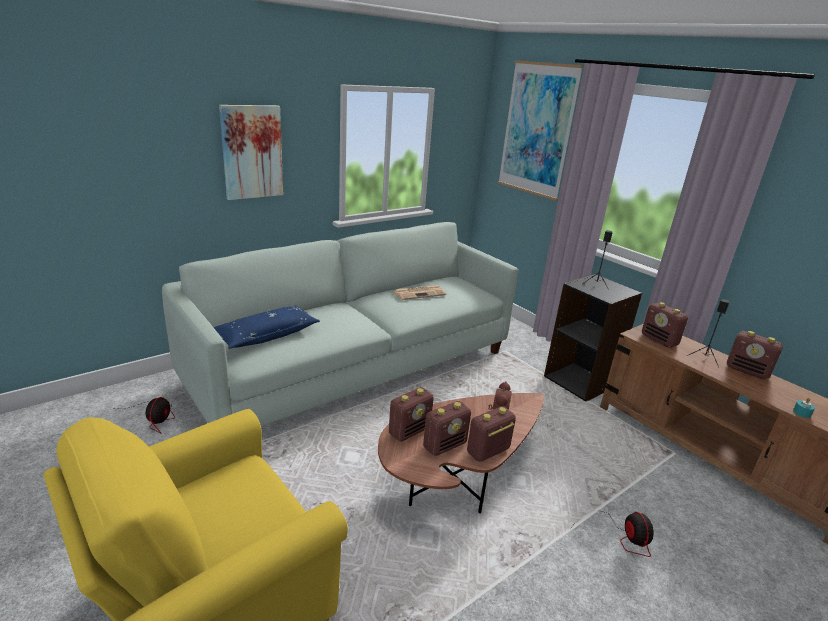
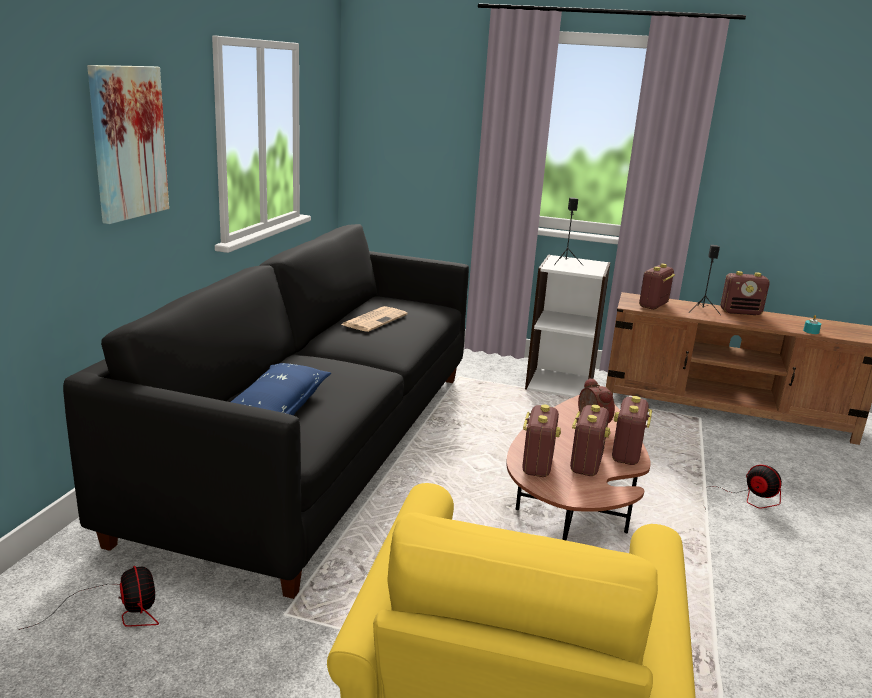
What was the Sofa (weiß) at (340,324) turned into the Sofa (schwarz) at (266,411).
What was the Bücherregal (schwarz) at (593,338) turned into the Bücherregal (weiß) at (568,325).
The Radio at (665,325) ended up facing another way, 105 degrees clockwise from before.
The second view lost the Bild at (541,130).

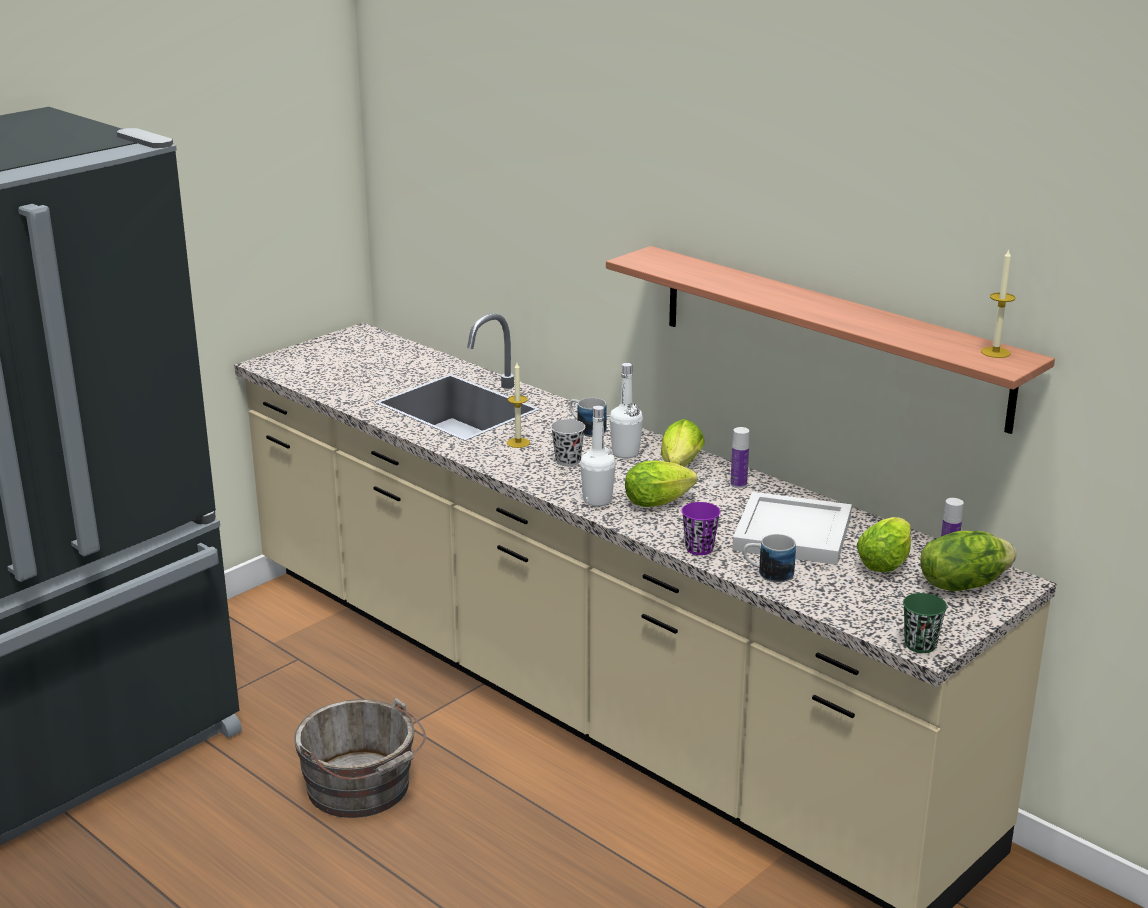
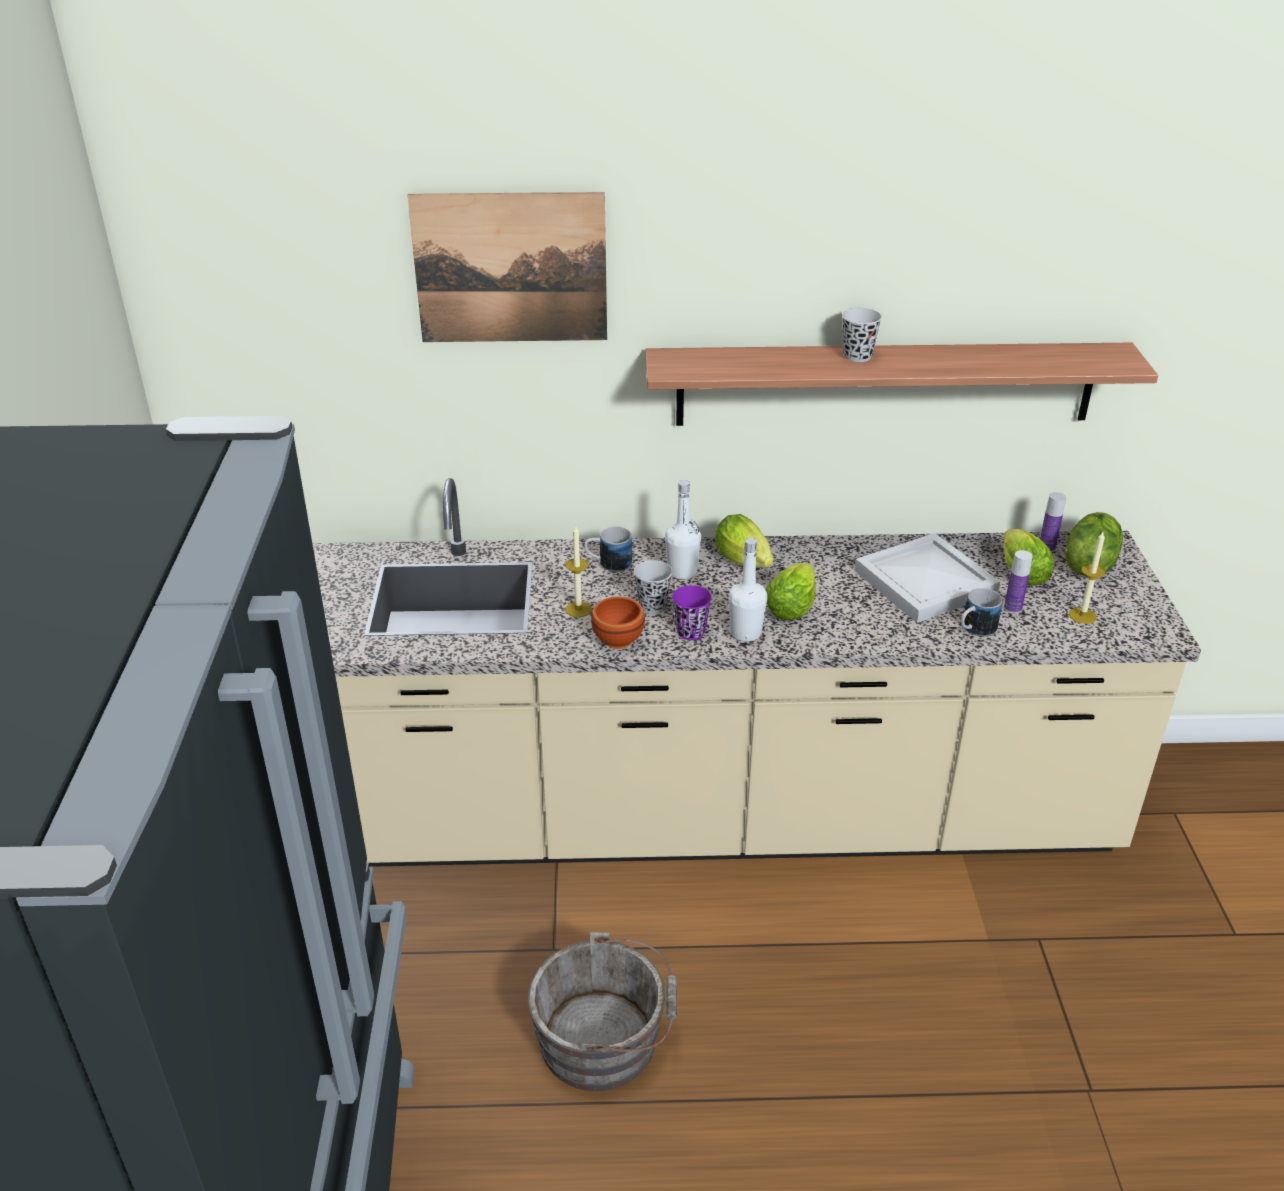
The second view gained the Bild at (507,267).
The second view gained the Schüssel (braun) at (618,622).
The Tasse (lila) ended up elsewhere, having gone from (701,528) to (692,612).
The second view gained the Tasse (schwarz) at (862,335).
The Flasche ended up elsewhere, having gone from (739,457) to (1018,582).
The Kerze ended up elsewhere, having gone from (998,303) to (1087,578).
The second view lost the Tasse (grün) at (925,623).

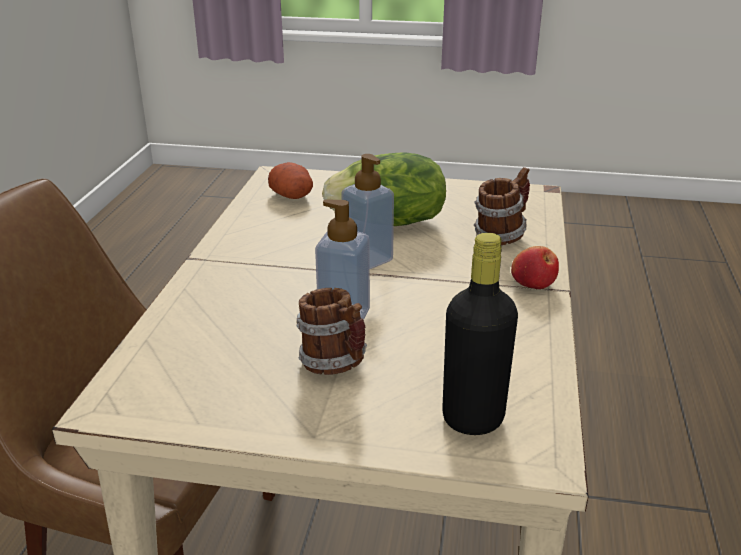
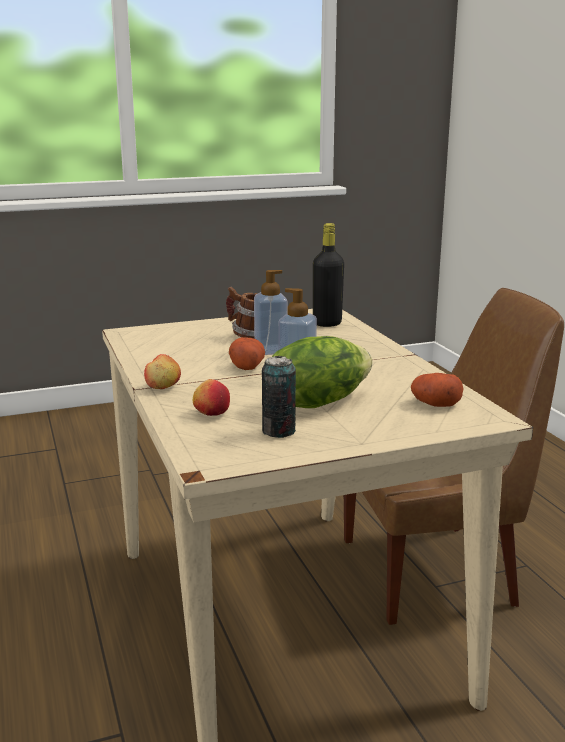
Where the Henkelbecher stood at (502,206), the Apfel came to stand at (211,397).
The second view gained the Kartoffel at (247,353).
The second view gained the Dose at (279,397).
The Flasche (schwarz) ended up elsewhere, having gone from (480,334) to (328,275).

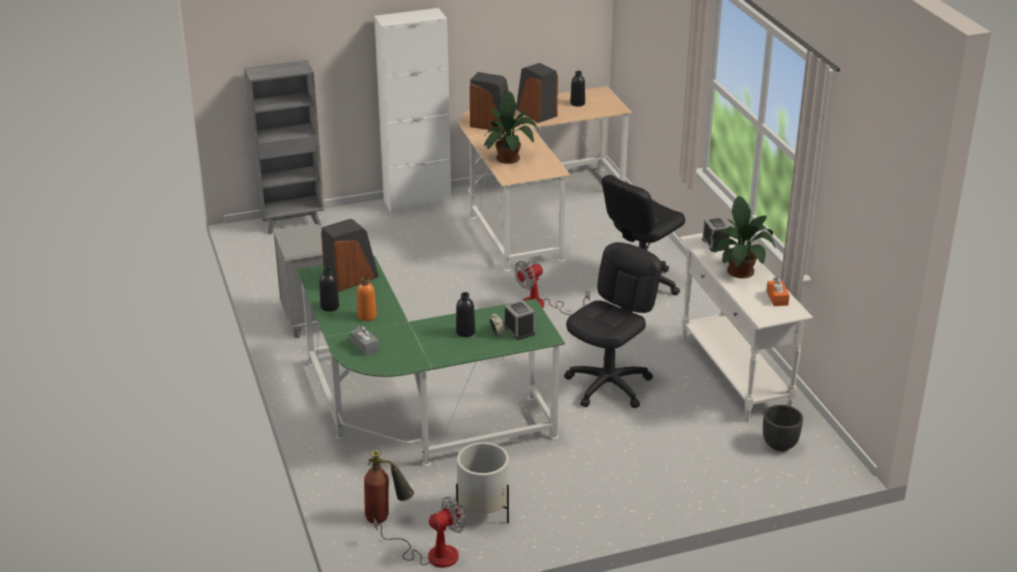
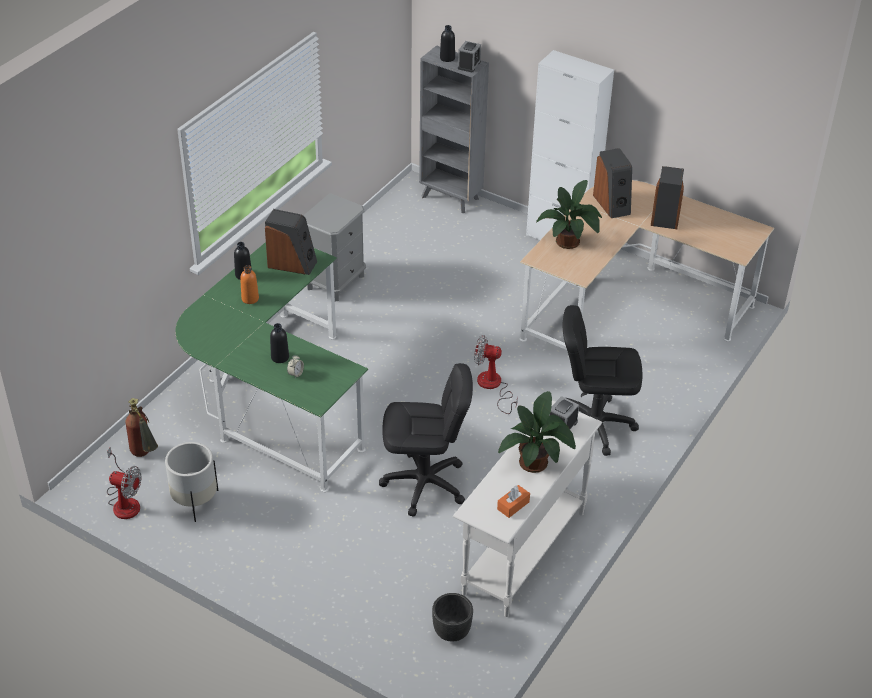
The Flasche (schwarz) ended up elsewhere, having gone from (577,88) to (447,43).
The Wecker ended up elsewhere, having gone from (519,320) to (469,56).
The second view lost the Taschentuchbox (grau) at (364,340).

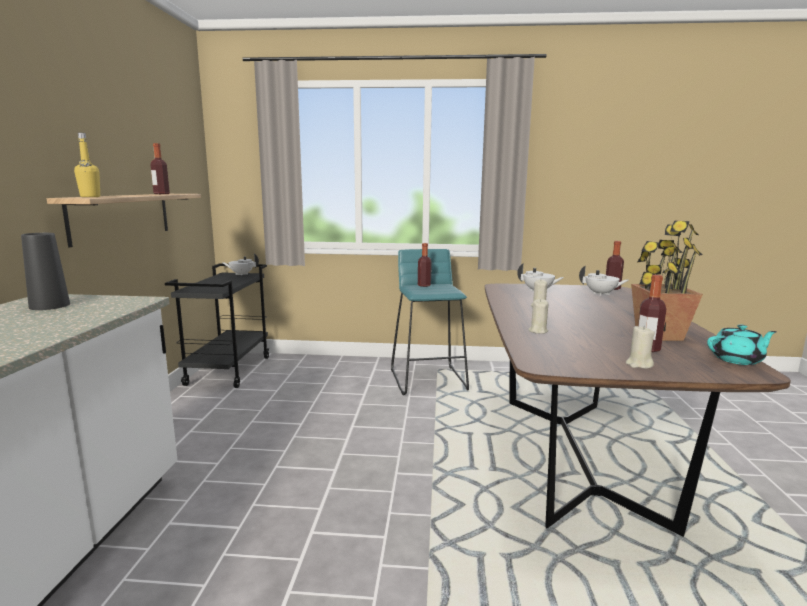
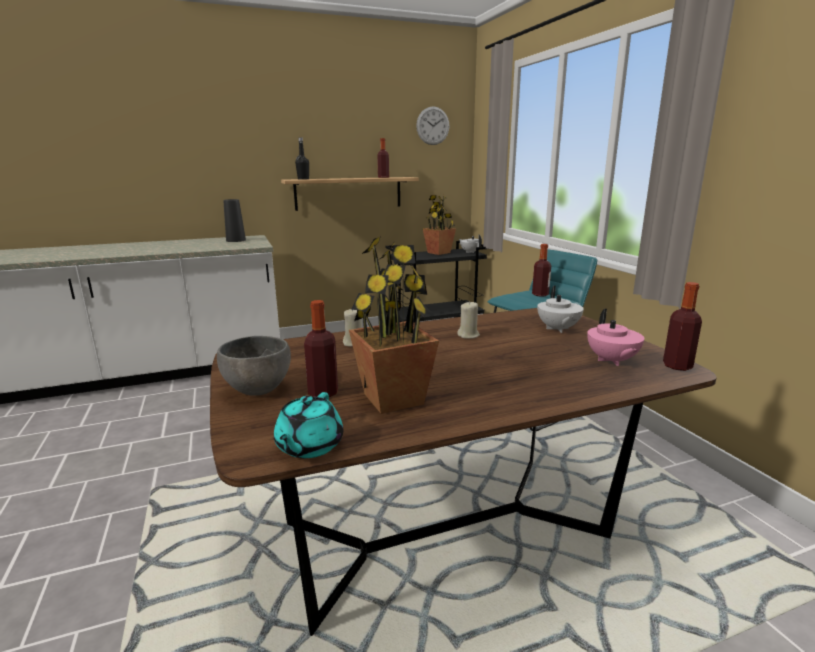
Where the Kerze (beige) stood at (640,347), the Schüssel (grau) came to stand at (254,366).
The Teekanne (türkis) at (742,344) ended up facing another way, 45 degrees clockwise from before.
What was the Flasche (gelb) at (87,165) turned into the Flasche (schwarz) at (302,158).
The second view gained the Wanduhr at (432,125).
The second view gained the Topfpflanze at (439,224).
What was the Teekanne (weiß) at (604,280) turned into the Teekanne (rosa) at (615,337).

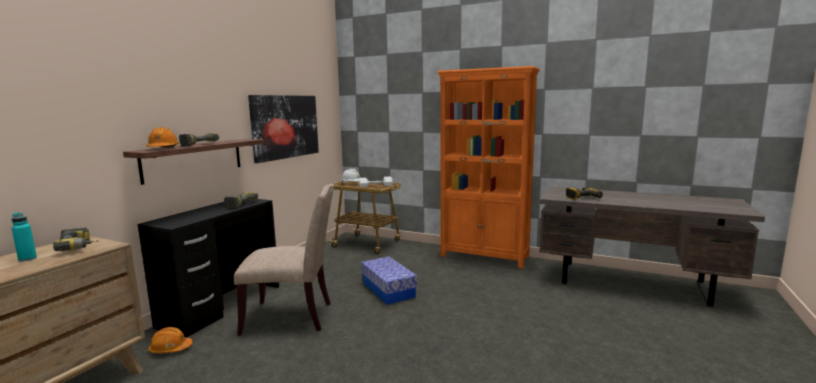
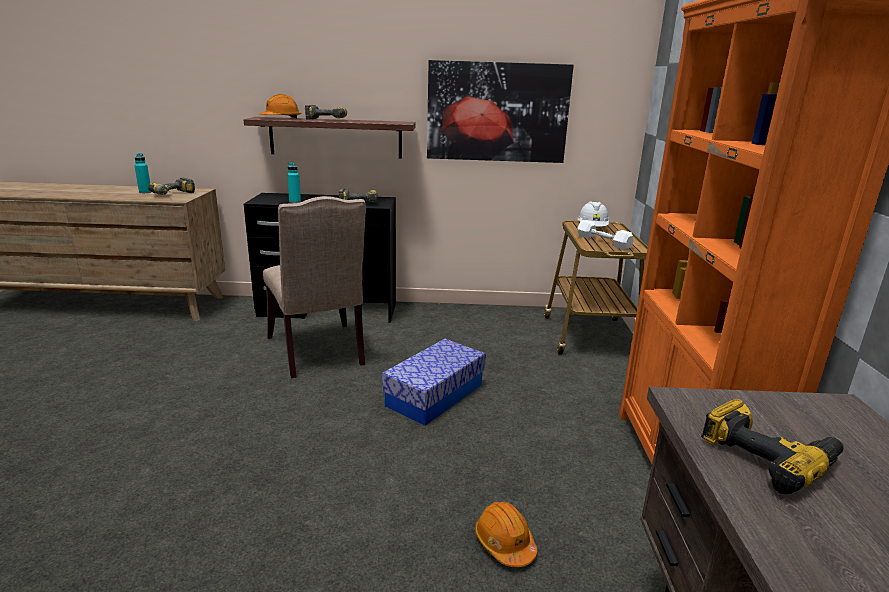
The second view gained the Flasche (türkis) at (294,183).
The Schutzhelm (orange) ended up elsewhere, having gone from (170,340) to (506,534).

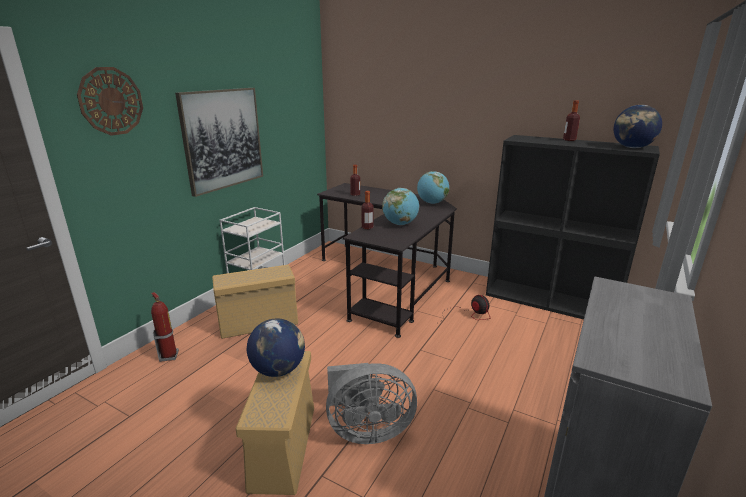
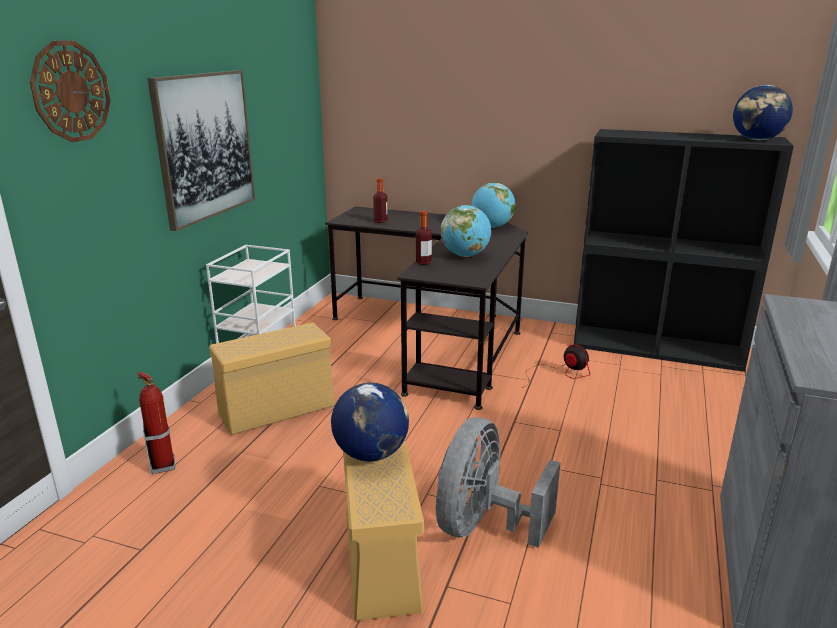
The Ventilator (grau) at (371,403) ended up facing another way, 135 degrees clockwise from before.
The second view lost the Flasche at (571,120).

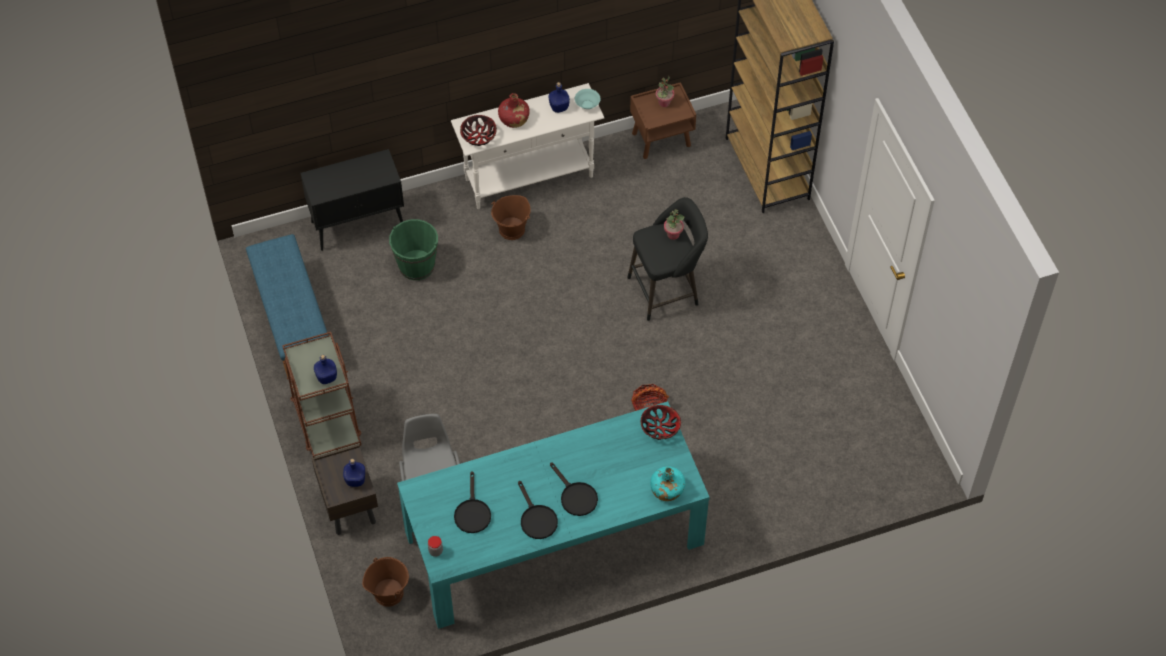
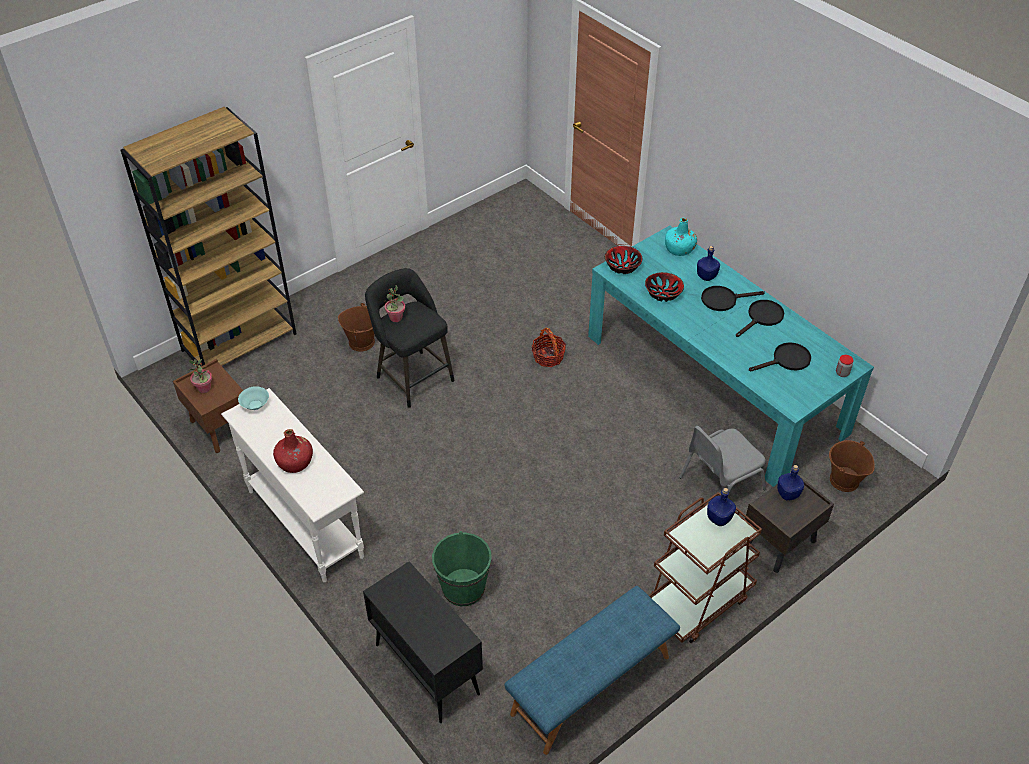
The Eimer (braun) ended up elsewhere, having gone from (511,217) to (356,327).
The Schüssel ended up elsewhere, having gone from (478,130) to (664,287).
The Flasche (blau) ended up elsewhere, having gone from (559,97) to (708,263).
The Pfanne (schwarz) at (574,489) ended up facing another way, 135 degrees counterclockwise from before.

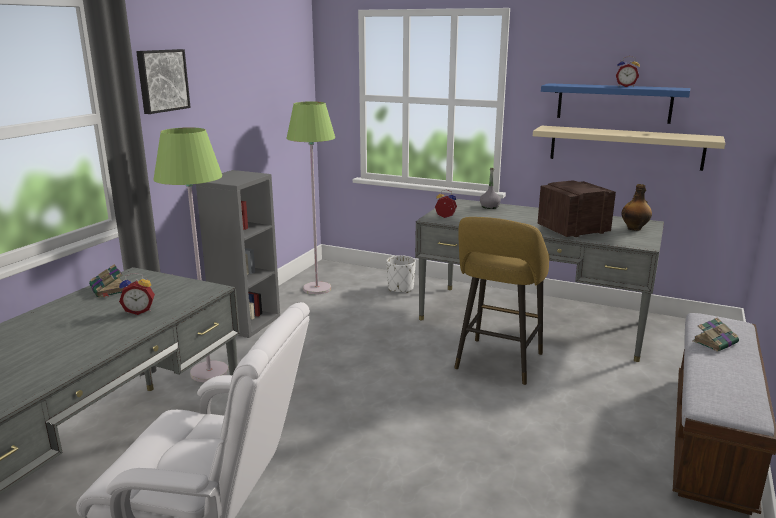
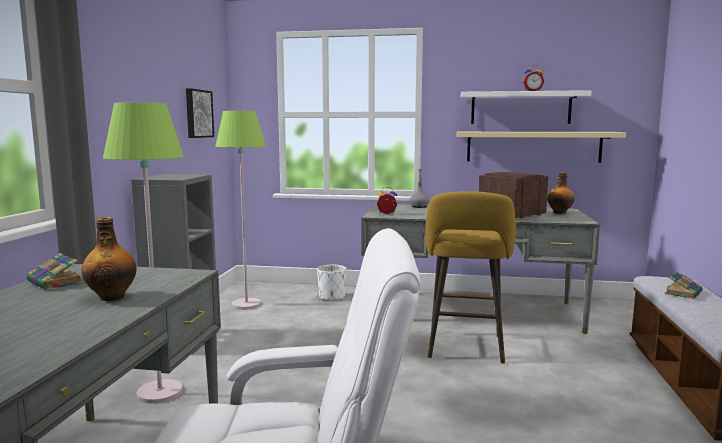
Where the Wecker stood at (137,294), the Flasche came to stand at (109,259).
The Bild ended up elsewhere, having gone from (163,81) to (200,113).
What was the Wandregal (blau) at (615,103) turned into the Wandregal (weiß) at (526,107).

